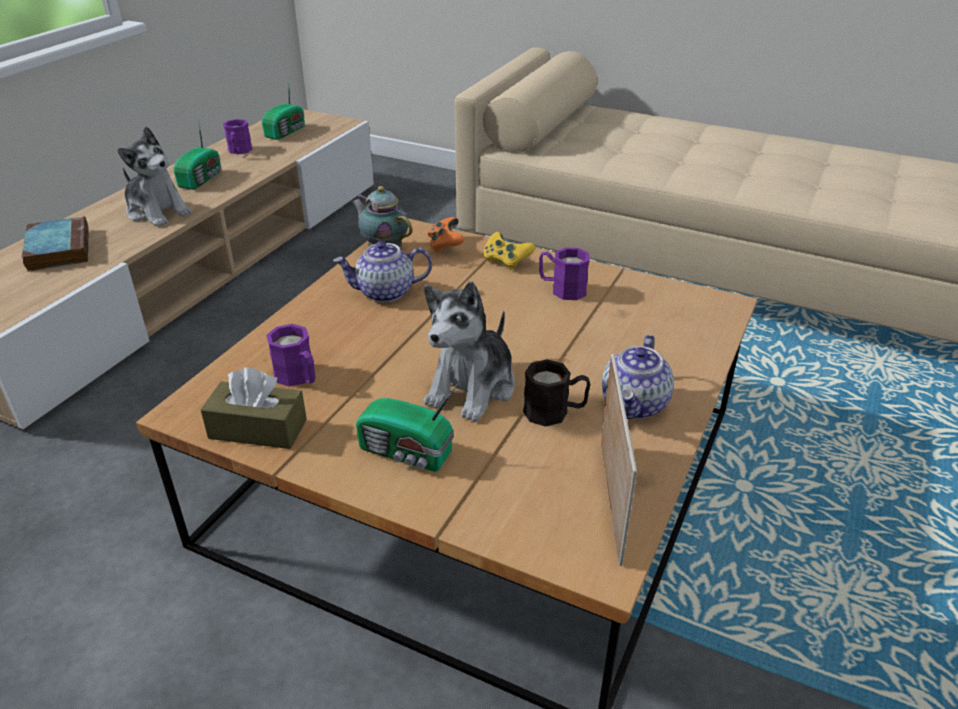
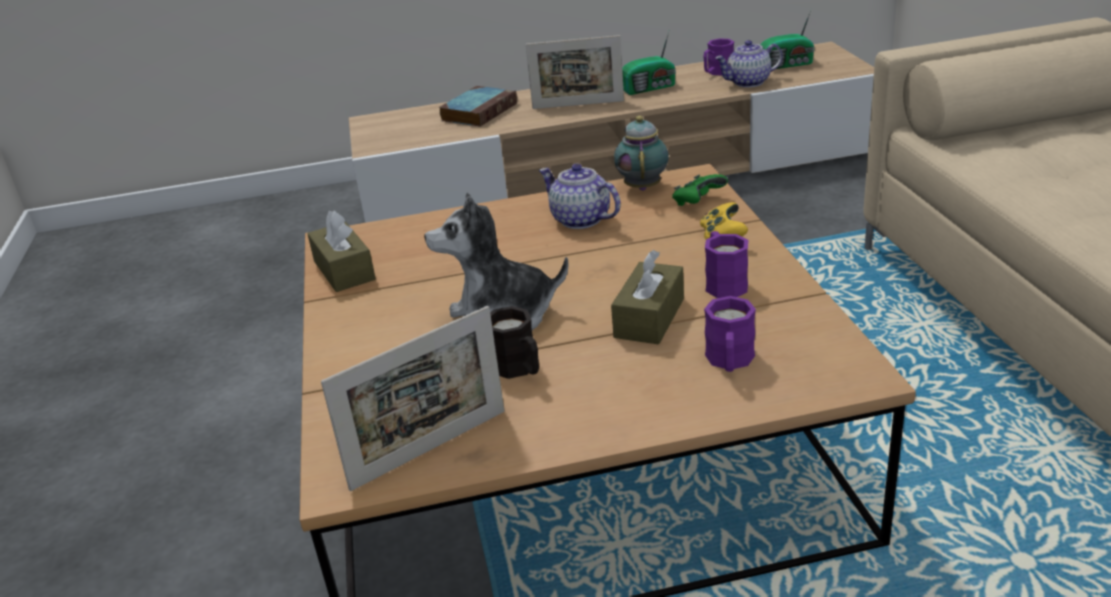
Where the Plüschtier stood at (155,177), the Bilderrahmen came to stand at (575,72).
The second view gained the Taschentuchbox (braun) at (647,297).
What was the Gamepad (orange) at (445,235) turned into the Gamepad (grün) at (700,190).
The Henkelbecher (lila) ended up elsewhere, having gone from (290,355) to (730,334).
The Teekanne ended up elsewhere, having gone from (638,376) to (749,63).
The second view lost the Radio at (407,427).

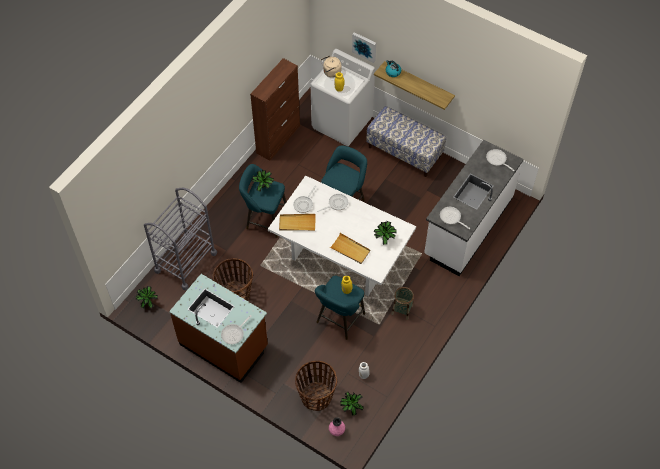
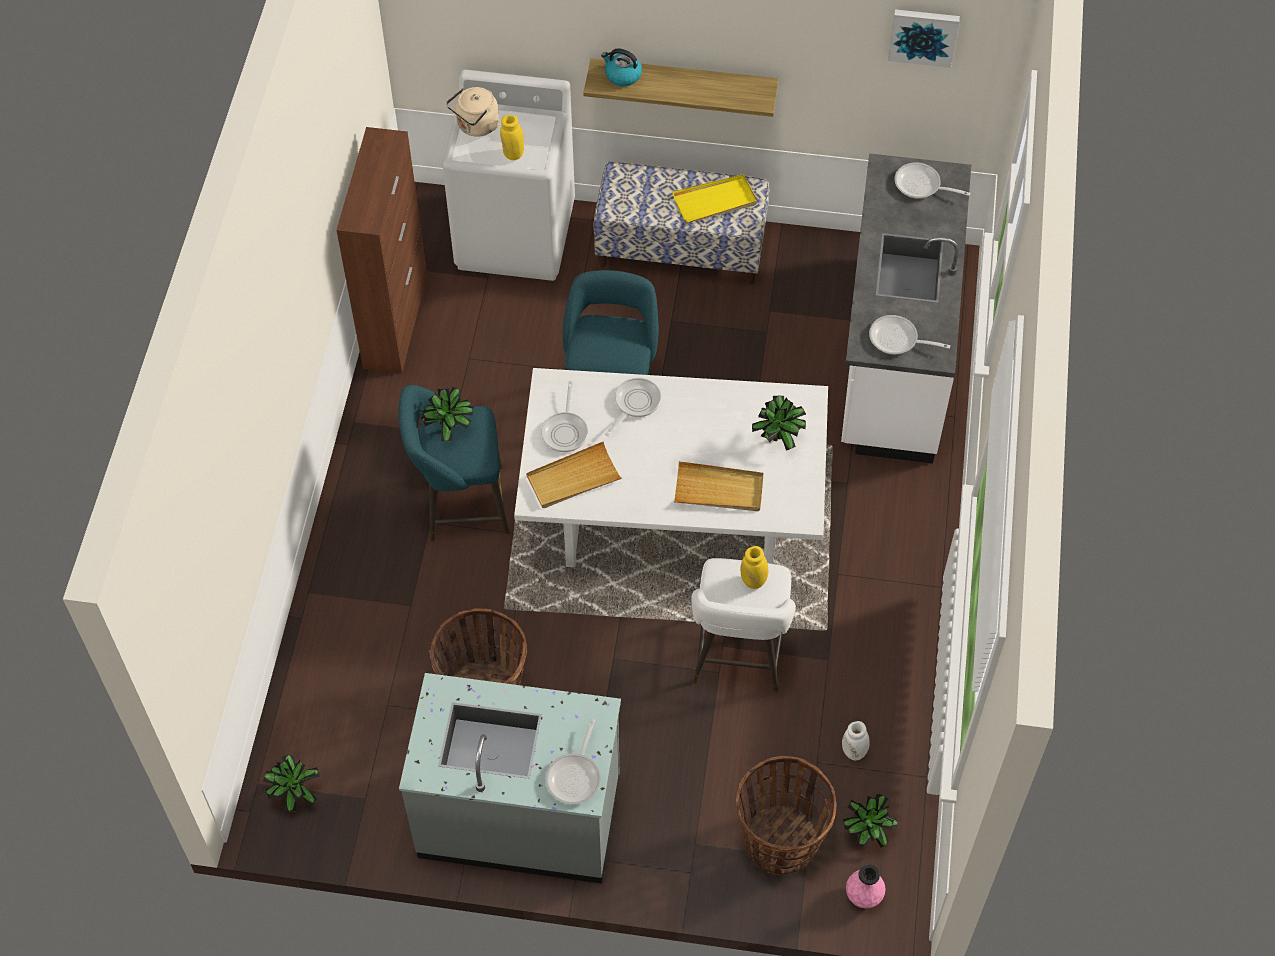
What was the Küchenzeile (braun) at (218,328) turned into the Küchenzeile (grau) at (510,778).
The second view gained the Tablett (gelb) at (715,198).
What was the Hocker (türkis) at (340,307) turned into the Hocker (weiß) at (743,625).
The Bild ended up elsewhere, having gone from (364,47) to (924,38).
The second view lost the Rollwagen (grau) at (180,239).
The second view lost the Korb at (402,303).

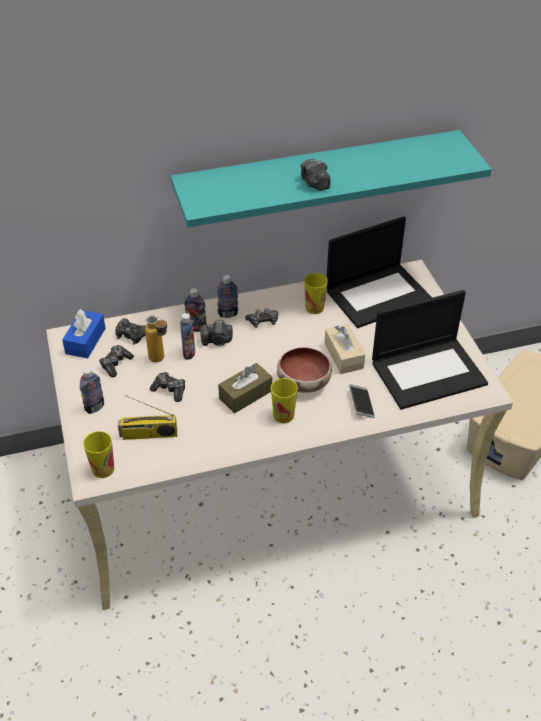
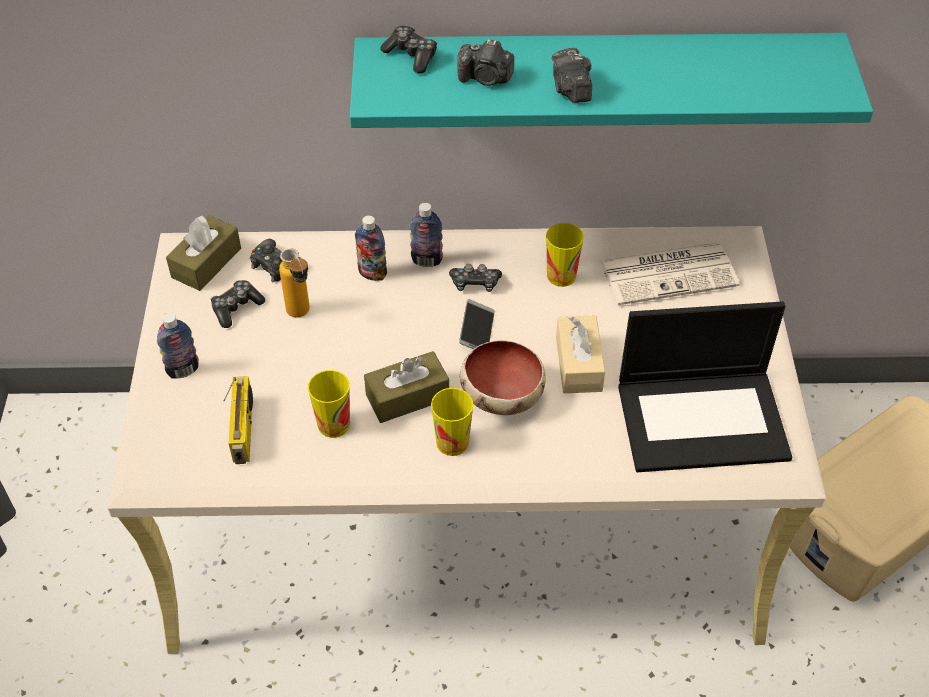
What was the Taschentuchbox (blau) at (84,333) turned into the Taschentuchbox (braun) at (203,253).
The Radio at (147,418) ended up facing another way, 105 degrees counterclockwise from before.
The Tasse ended up elsewhere, having gone from (98,454) to (329,404).
The Gamepad ended up elsewhere, having gone from (167,387) to (408,49).
The Kamera ended up elsewhere, having gone from (216,333) to (485,62).
The Handy ended up elsewhere, having gone from (362,401) to (477,324).
Where the Laptop stood at (379,272), the Zeitung came to stand at (669,274).
The second view lost the Flasche at (187,336).

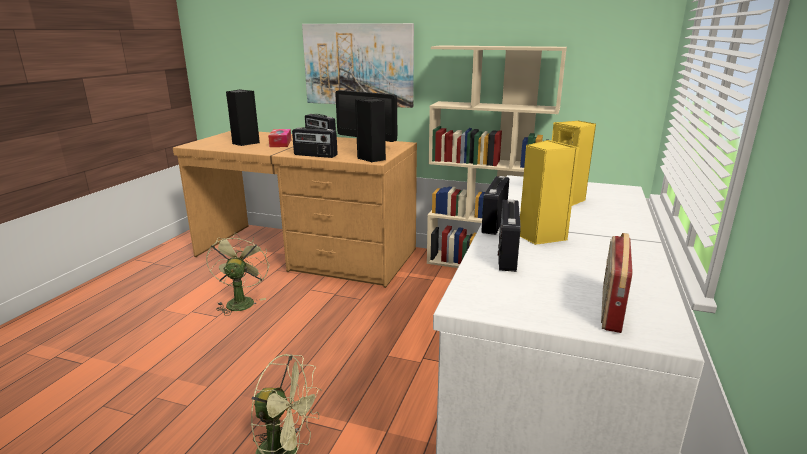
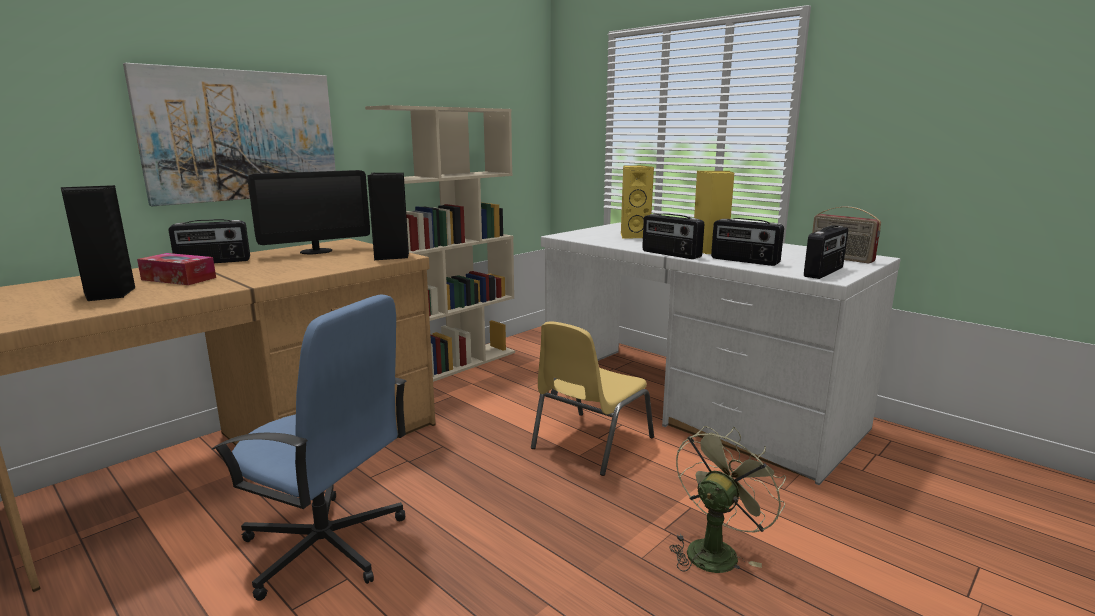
Where the Ventilator (grün) stood at (238,274), the Bürostuhl (blau) came to stand at (309,447).
The second view gained the Stuhl (gelb) at (592,398).
The Radio ended up elsewhere, having gone from (315,142) to (826,252).

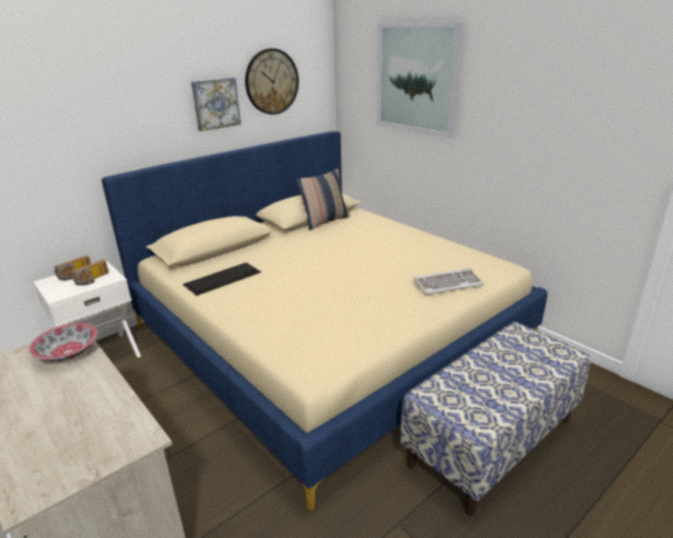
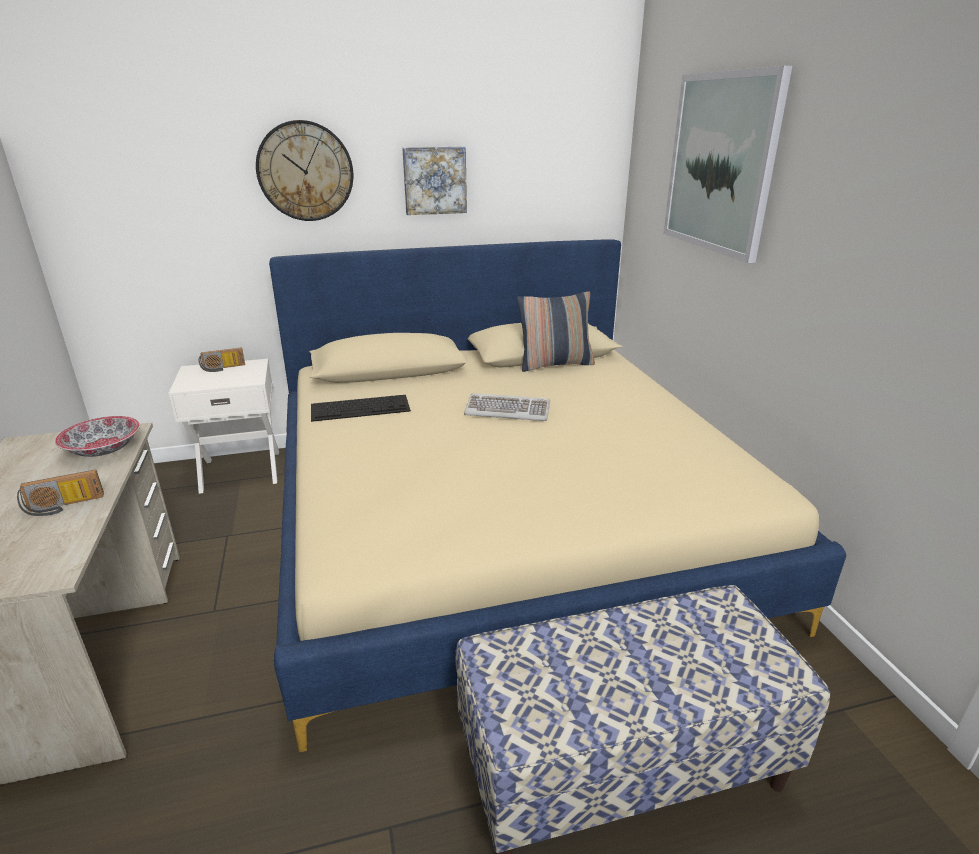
The Radio ended up elsewhere, having gone from (90,272) to (60,493).
The Wanduhr ended up elsewhere, having gone from (272,81) to (304,170).
The Tastatur ended up elsewhere, having gone from (449,281) to (507,407).

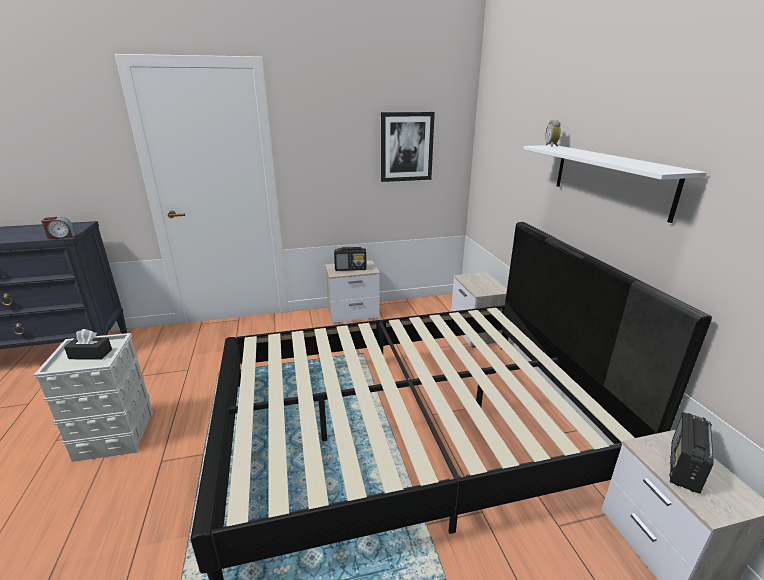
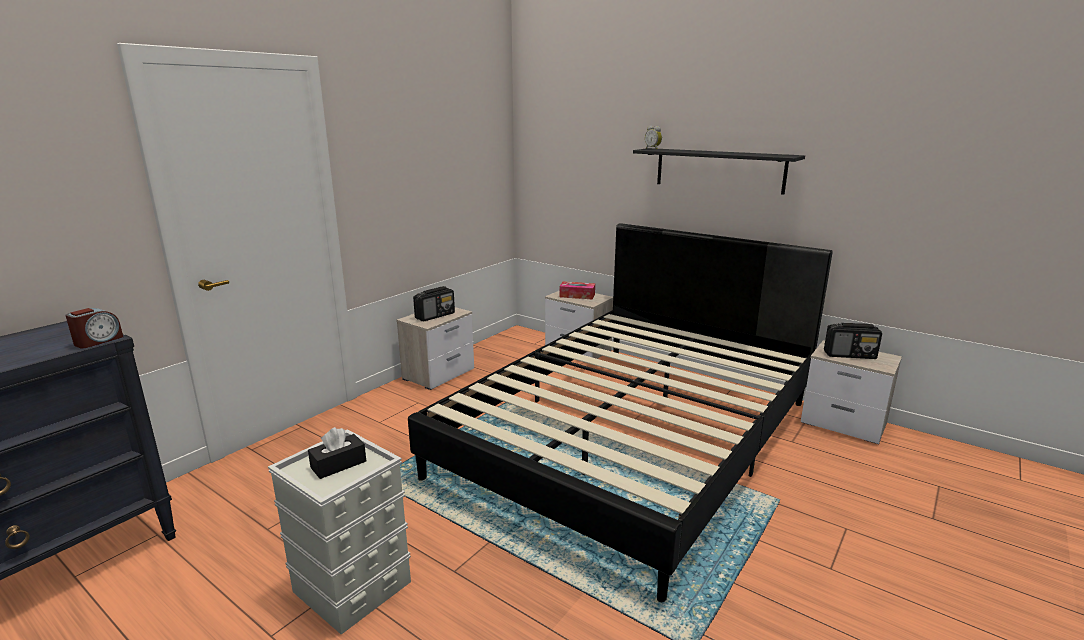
The second view gained the Taschentuchbox at (577,291).
What was the Wandregal (weiß) at (615,184) turned into the Wandregal (schwarz) at (719,171).
The Radio at (691,453) ended up facing another way, 75 degrees counterclockwise from before.
The second view lost the Bild at (408,147).

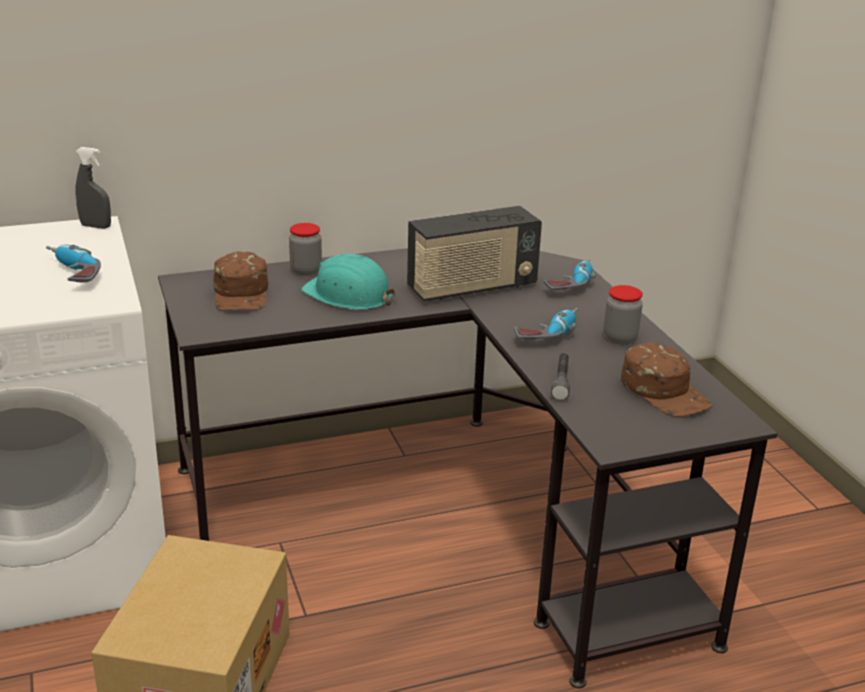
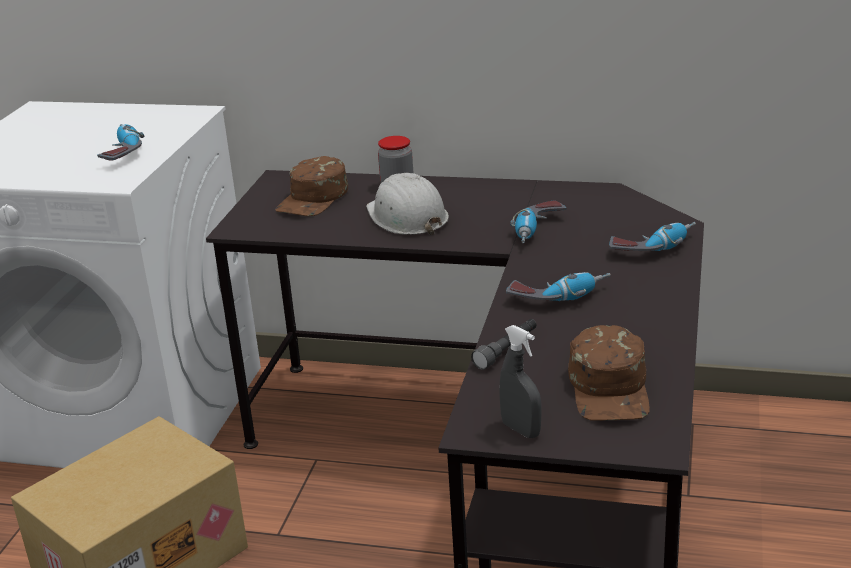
What was the Schutzhelm (türkis) at (348,282) turned into the Schutzhelm (weiß) at (407,204).
The Sprühflasche (grau) ended up elsewhere, having gone from (93,188) to (521,381).
Where the Radio stood at (474,254), the Bohrmaschine came to stand at (538,221).
The second view lost the Vorratsglas at (623,314).

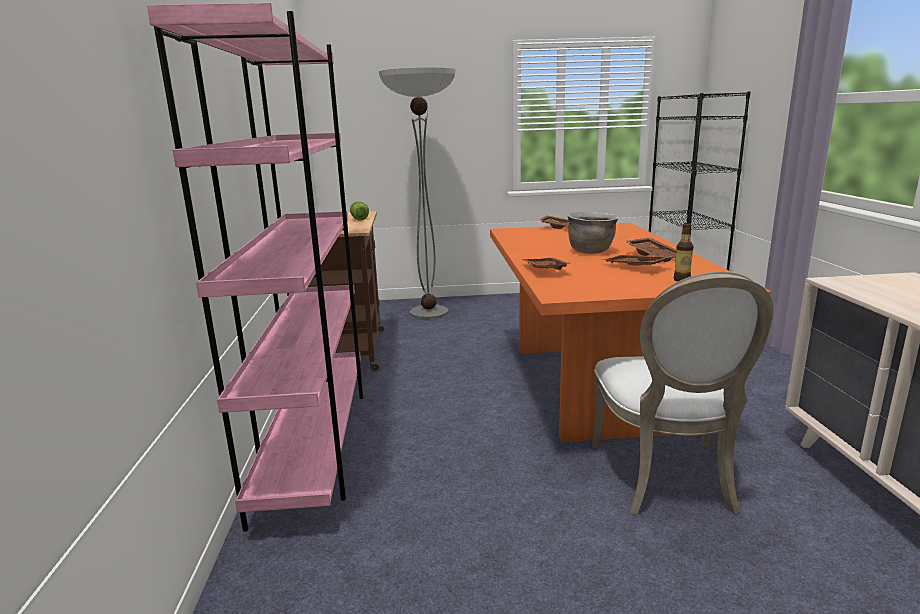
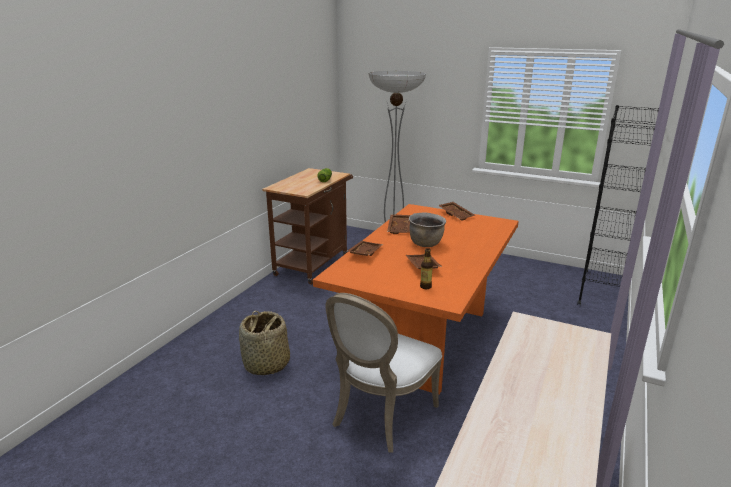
The second view gained the Korb at (264,343).
The Tablett (braun) ended up elsewhere, having gone from (650,249) to (399,224).
The second view lost the Bücherregal (rosa) at (255,267).

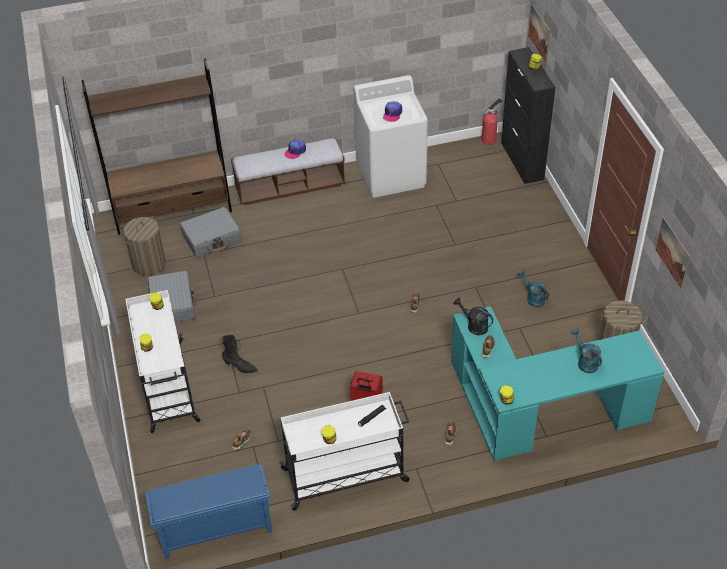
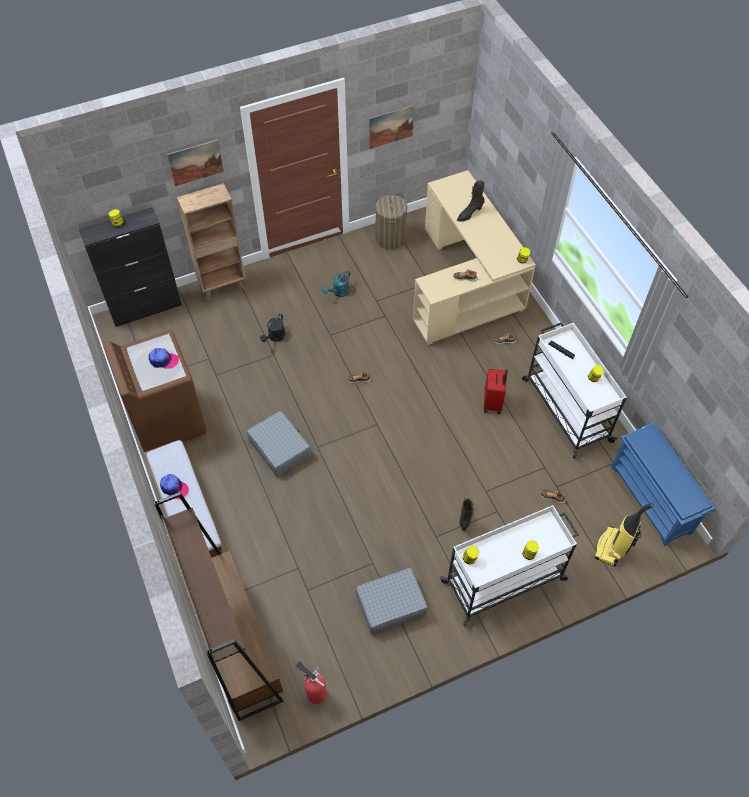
What was the Waschmaschine (weiß) at (391,136) turned into the Waschmaschine (braun) at (155,391).
The Bild ended up elsewhere, having gone from (539,33) to (195,162).
The second view gained the Bücherregal (braun) at (211,241).
The Koffer (grau) ended up elsewhere, having gone from (211,232) to (279,443).
The Gießkanne (schwarz) ended up elsewhere, having gone from (473,316) to (272,328).
The Feuerlöscher ended up elsewhere, having gone from (492,121) to (311,682).
What was the Schreibtisch (türkis) at (558,384) turned into the Schreibtisch (beige) at (474,257).
Where the Gießkanne (türkis) stood at (586,351), the Stiefel (schwarz) came to stand at (471,201).
The second view gained the Staubsauger at (624,535).
The second view lost the Wäschekorb at (145,246).

